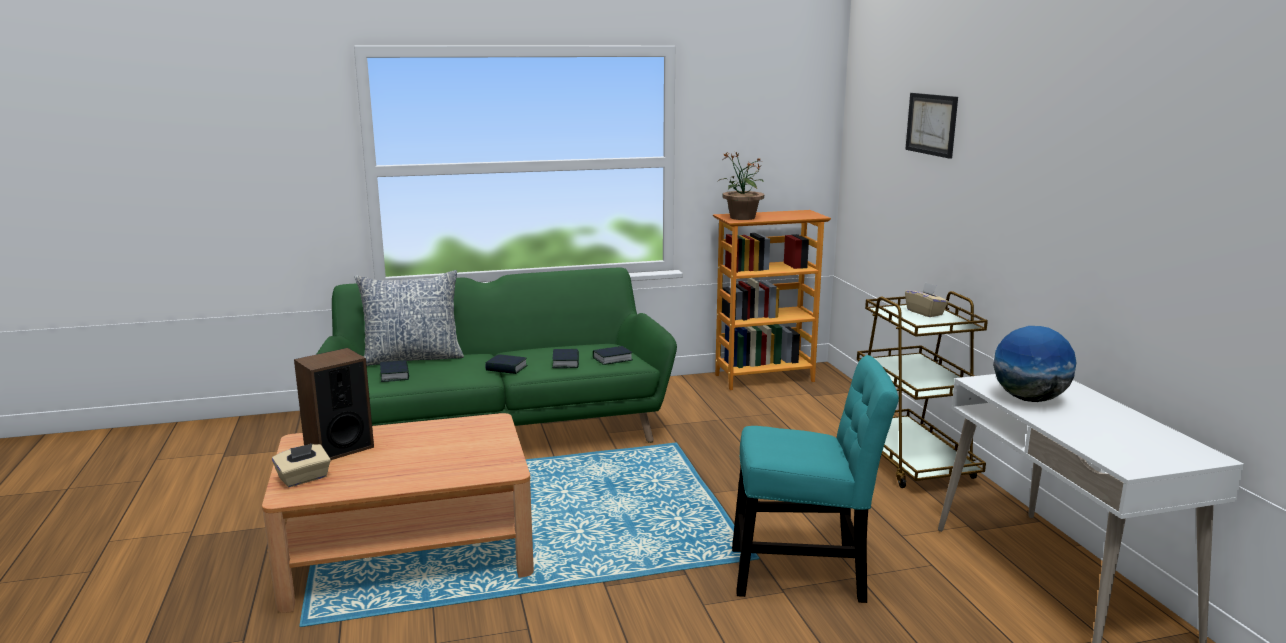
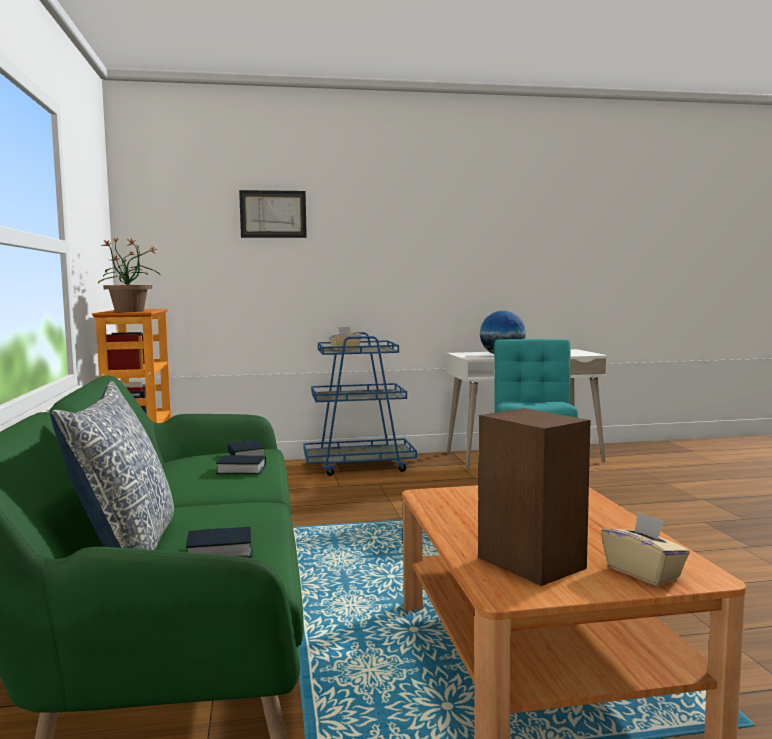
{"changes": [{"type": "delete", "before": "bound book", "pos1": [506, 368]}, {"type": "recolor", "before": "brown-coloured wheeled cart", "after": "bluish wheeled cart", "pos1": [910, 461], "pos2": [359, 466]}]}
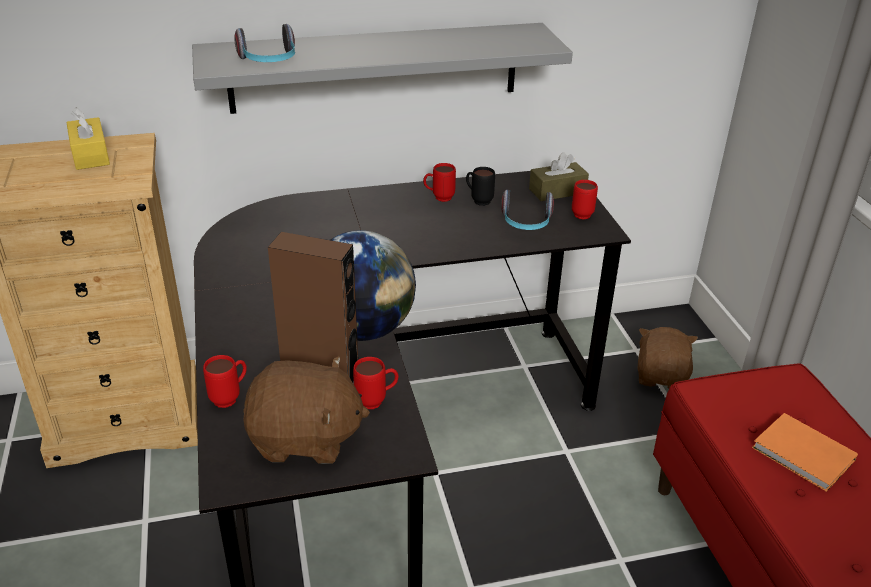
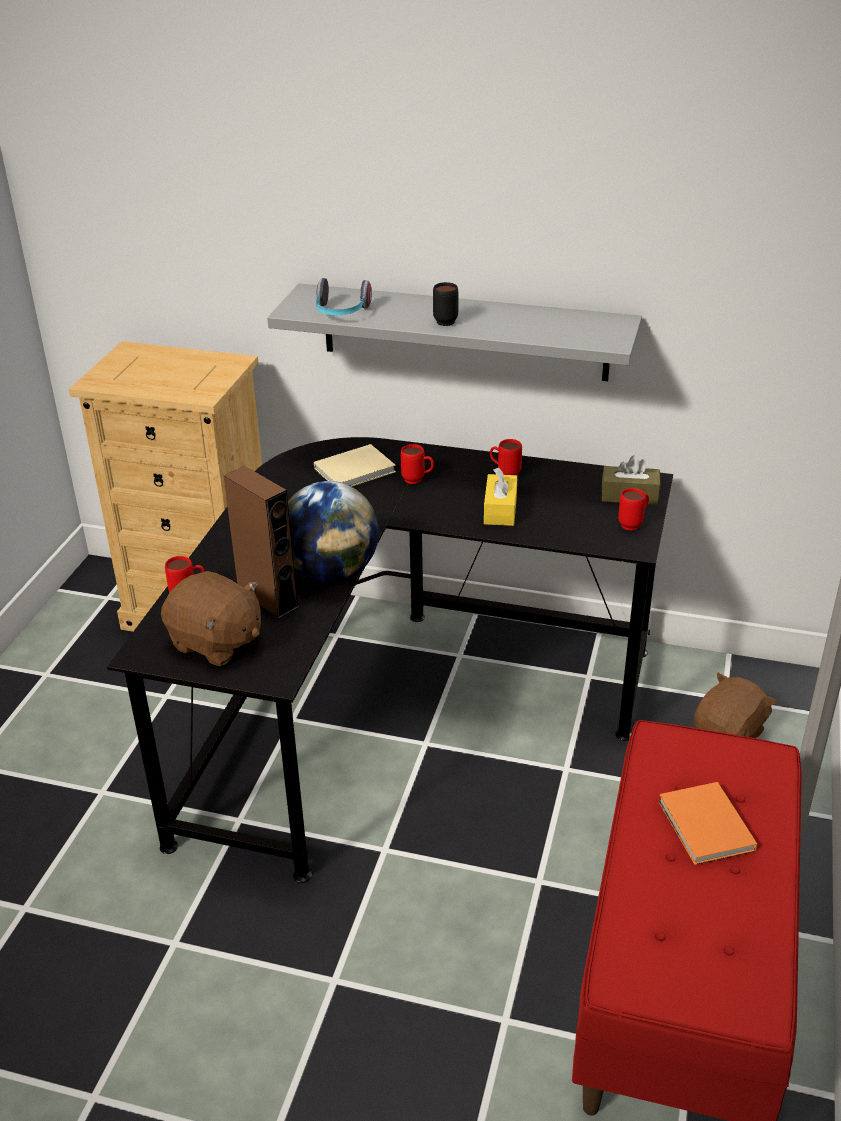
{"changes": [{"type": "move", "before": "yellow-coloured box of tissues", "pos1": [90, 154], "pos2": [500, 510]}, {"type": "move", "before": "red-coloured tea mug", "pos1": [377, 401], "pos2": [417, 480]}, {"type": "move", "before": "black tea mug", "pos1": [478, 200], "pos2": [443, 320]}, {"type": "delete", "before": "headset", "pos1": [526, 223]}, {"type": "insert", "after": "beige-coloured bound book", "pos2": [357, 470]}]}
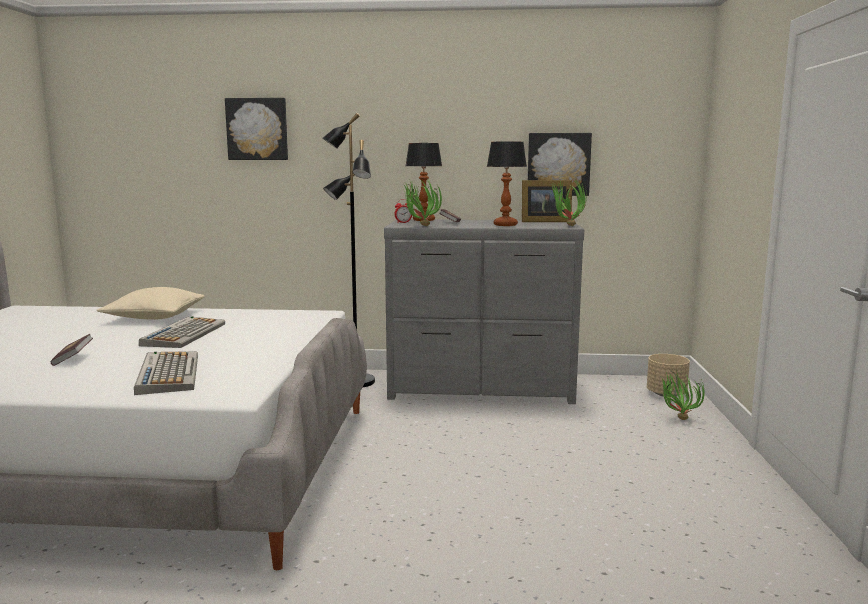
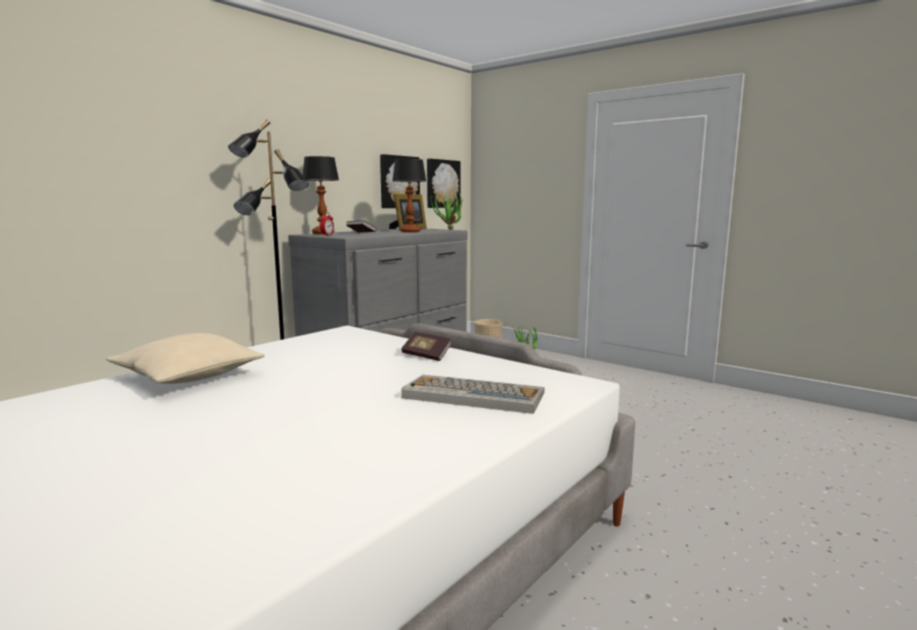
{"changes": [{"type": "move", "before": "bound book", "pos1": [73, 359], "pos2": [426, 355]}, {"type": "delete", "before": "PC keyboard", "pos1": [184, 334]}, {"type": "move", "before": "picture", "pos1": [257, 129], "pos2": [442, 184]}, {"type": "delete", "before": "plant in a pot", "pos1": [419, 226]}]}
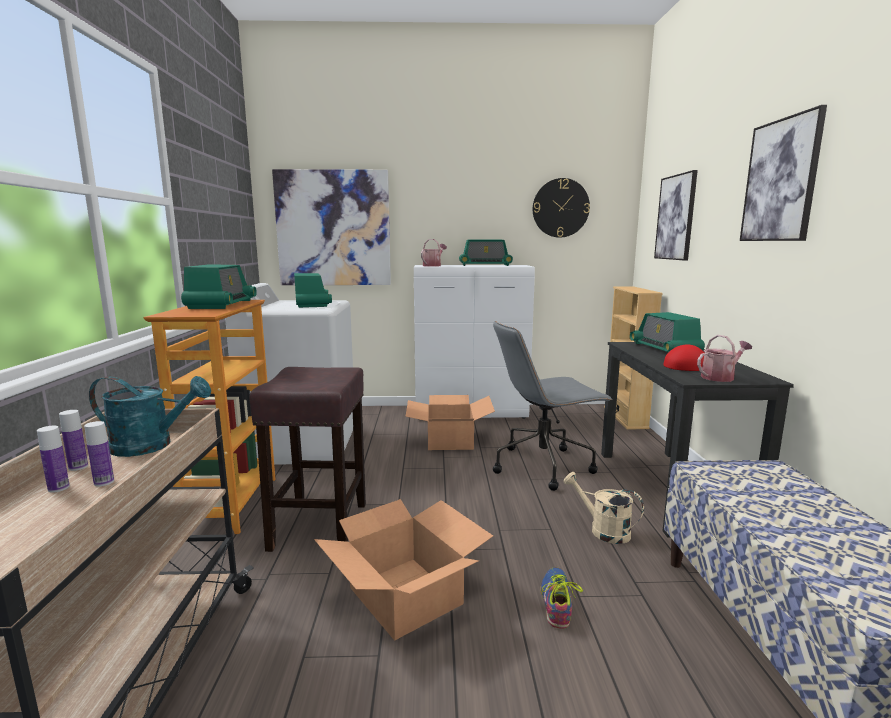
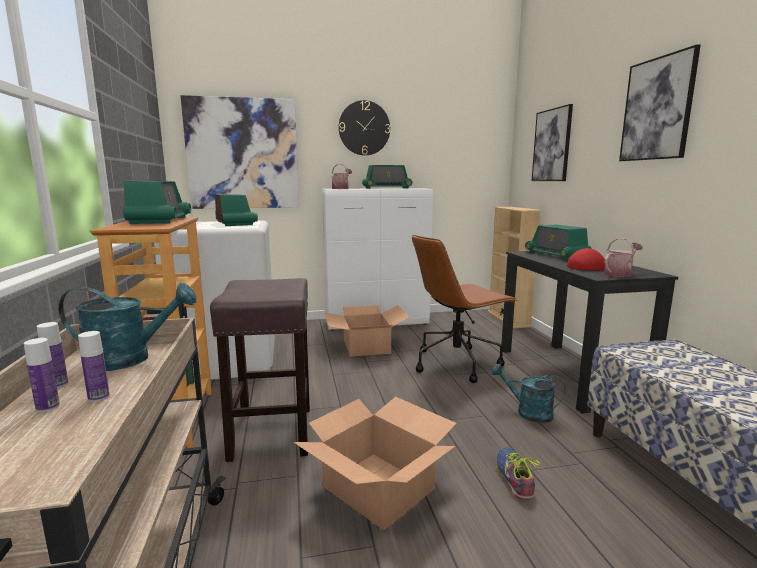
{"changes": [{"type": "recolor", "before": "greyish office chair", "after": "brown-coloured office chair", "pos1": [544, 465], "pos2": [457, 363]}, {"type": "move", "before": "hanging clock", "pos1": [560, 208], "pos2": [364, 128]}, {"type": "recolor", "before": "beige-coloured sprinkling can", "after": "turquoise sprinkling can", "pos1": [603, 530], "pos2": [528, 412]}]}
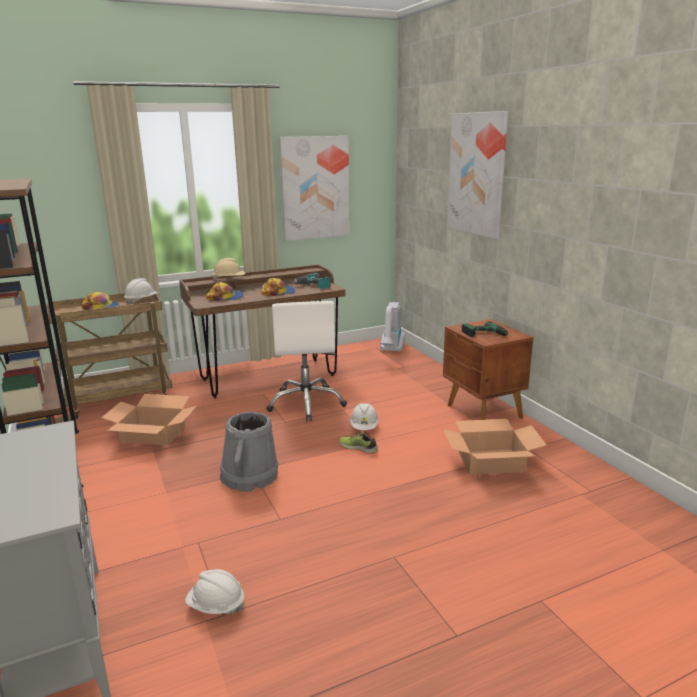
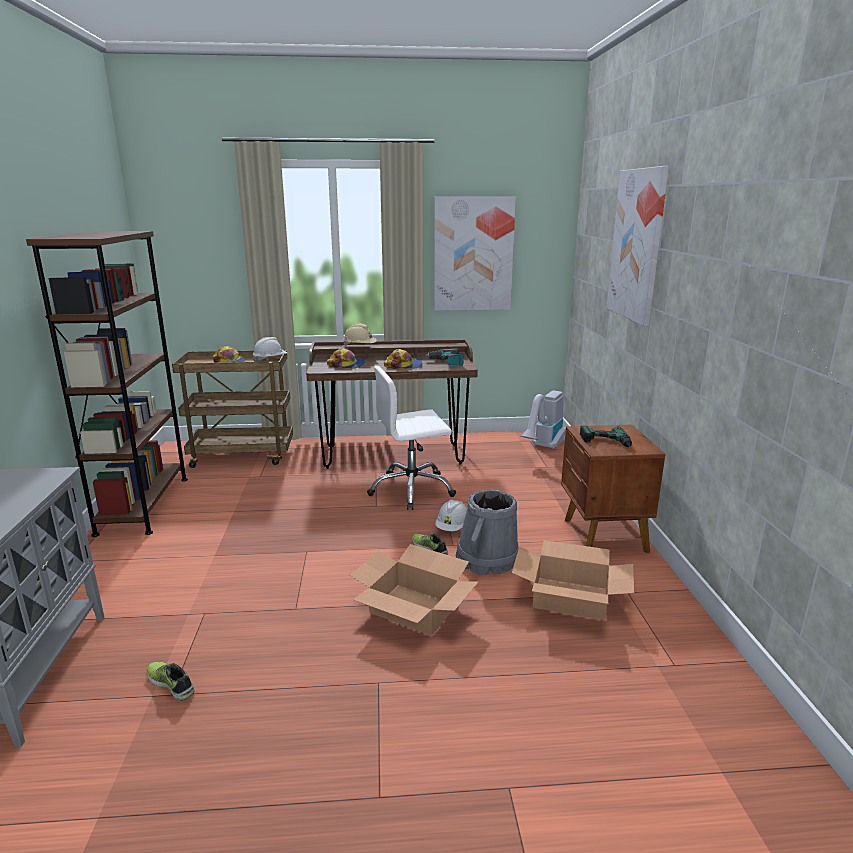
{"changes": [{"type": "move", "before": "cardboard box", "pos1": [153, 434], "pos2": [413, 609]}, {"type": "replace", "before": "white-coloured hard hat", "after": "shoe", "pos1": [216, 606], "pos2": [172, 684]}, {"type": "move", "before": "greyish water bucket", "pos1": [250, 476], "pos2": [487, 559]}, {"type": "rotate", "before": "white-coloured office chair", "pos1": [306, 403], "pos2": [411, 489], "turn": 60}]}
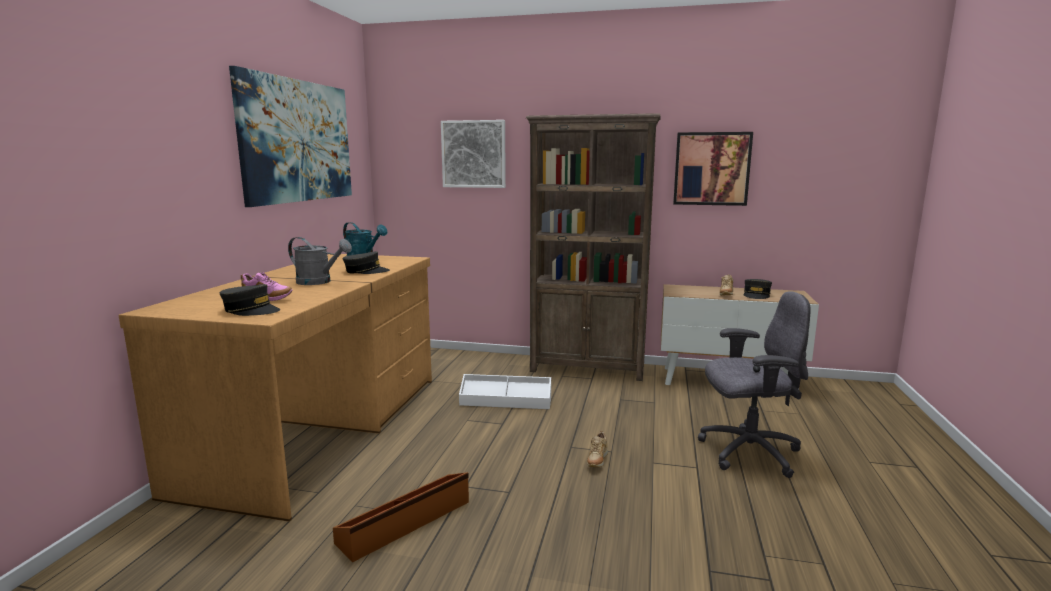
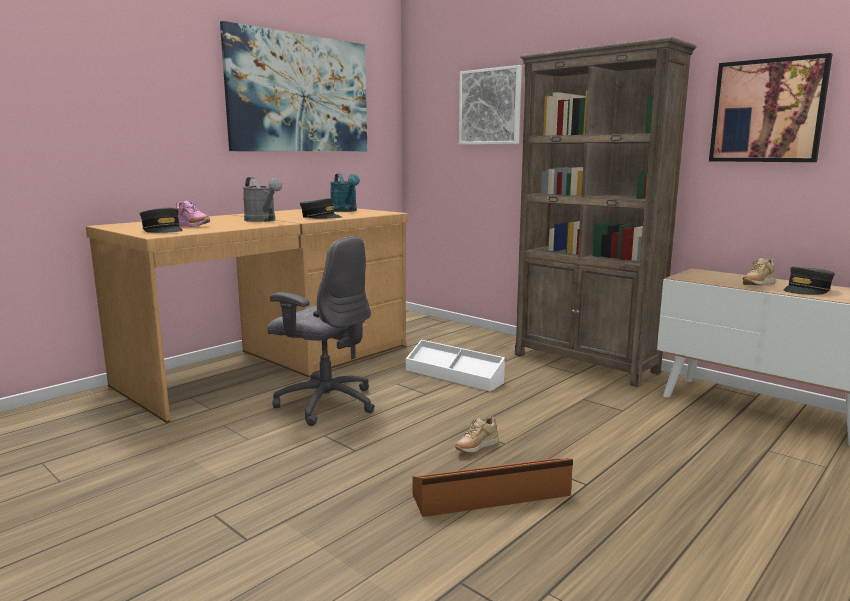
{"changes": [{"type": "move", "before": "brown-coloured storage bin", "pos1": [406, 522], "pos2": [492, 496]}, {"type": "move", "before": "greyish office chair", "pos1": [747, 452], "pos2": [326, 403]}]}
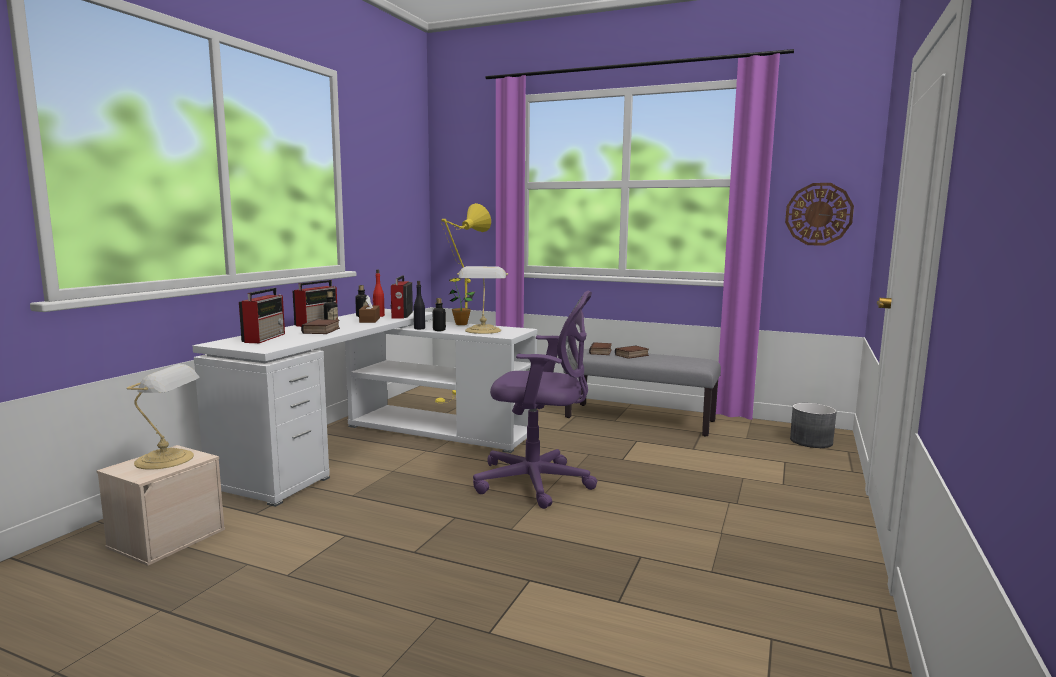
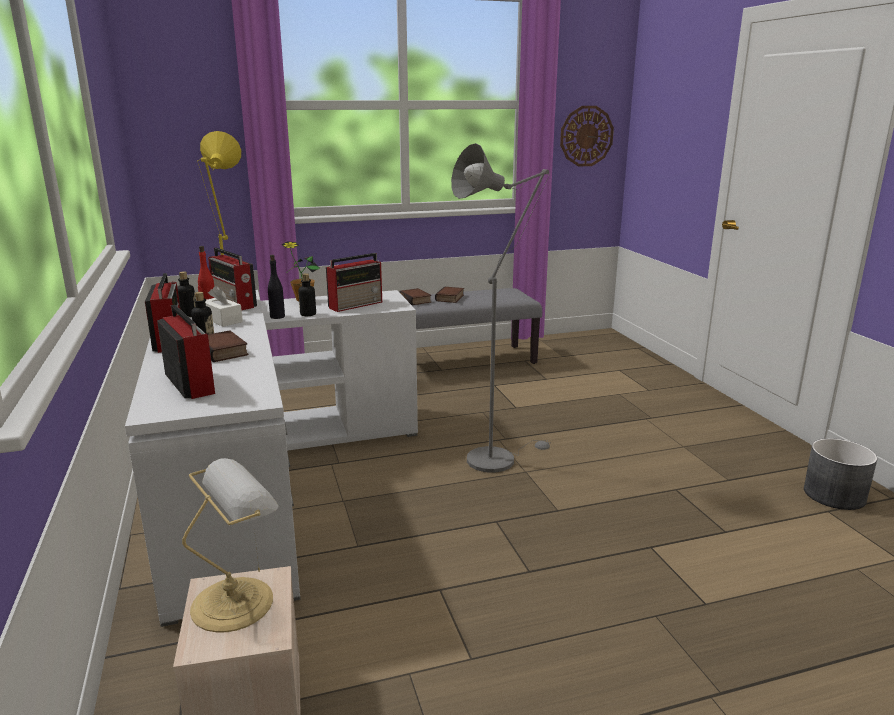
{"changes": [{"type": "recolor", "before": "brown-coloured box of tissues", "after": "white-coloured box of tissues", "pos1": [369, 320], "pos2": [222, 320]}, {"type": "replace", "before": "lamp for a table", "after": "radio receiver", "pos1": [483, 331], "pos2": [356, 304]}, {"type": "replace", "before": "purple office chair", "after": "greyish floor lamp", "pos1": [538, 483], "pos2": [497, 457]}, {"type": "move", "before": "greyish plant pot", "pos1": [811, 441], "pos2": [834, 494]}]}
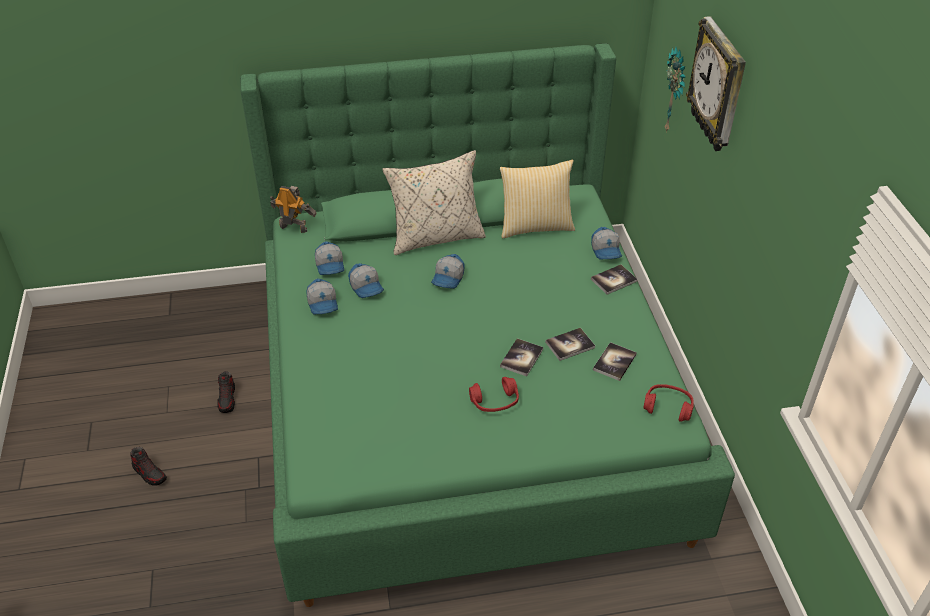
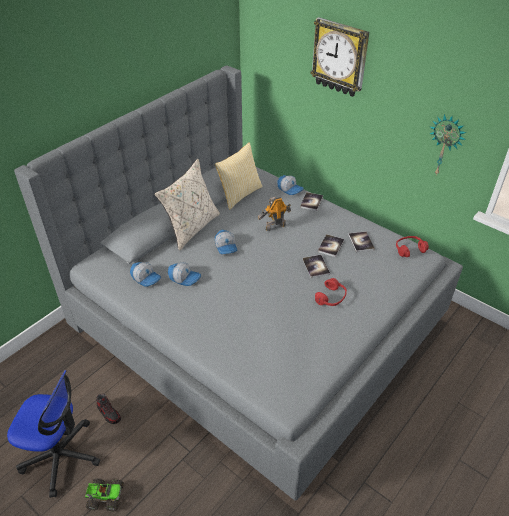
{"changes": [{"type": "replace", "before": "shoe", "after": "model truck", "pos1": [149, 473], "pos2": [105, 497]}, {"type": "recolor", "before": "green-coloured bed", "after": "greyish bed", "pos1": [466, 400], "pos2": [255, 321]}, {"type": "move", "before": "robot figure", "pos1": [294, 227], "pos2": [274, 226]}, {"type": "delete", "before": "peaked cap", "pos1": [323, 303]}, {"type": "move", "before": "hanging clock", "pos1": [676, 91], "pos2": [445, 145]}, {"type": "insert", "after": "office chair", "pos2": [61, 456]}]}
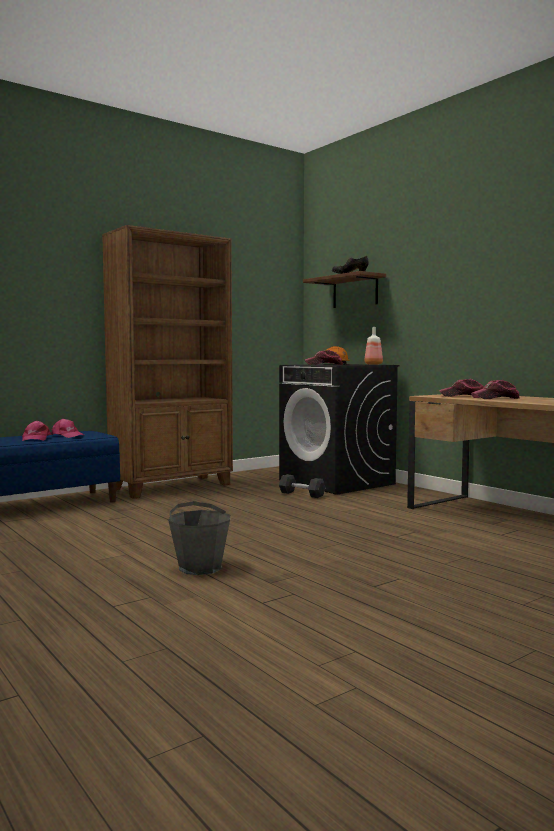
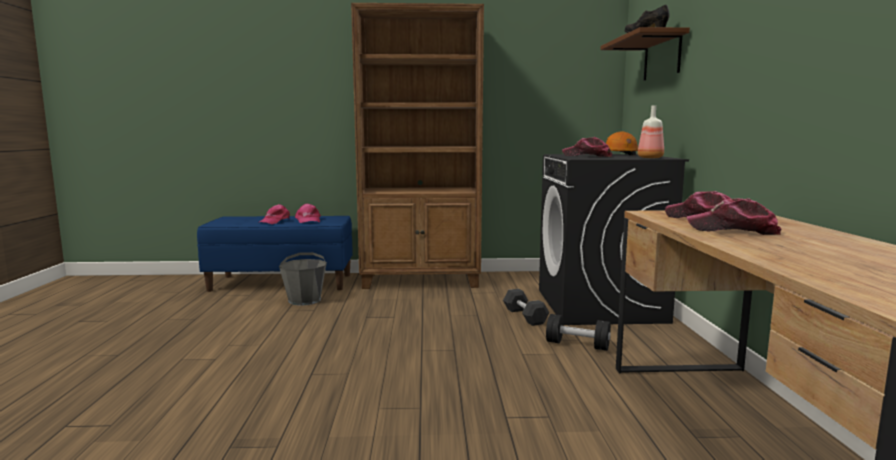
{"changes": [{"type": "move", "before": "greyish water bucket", "pos1": [200, 567], "pos2": [305, 300]}, {"type": "insert", "after": "black dumbbell", "pos2": [577, 345]}]}
